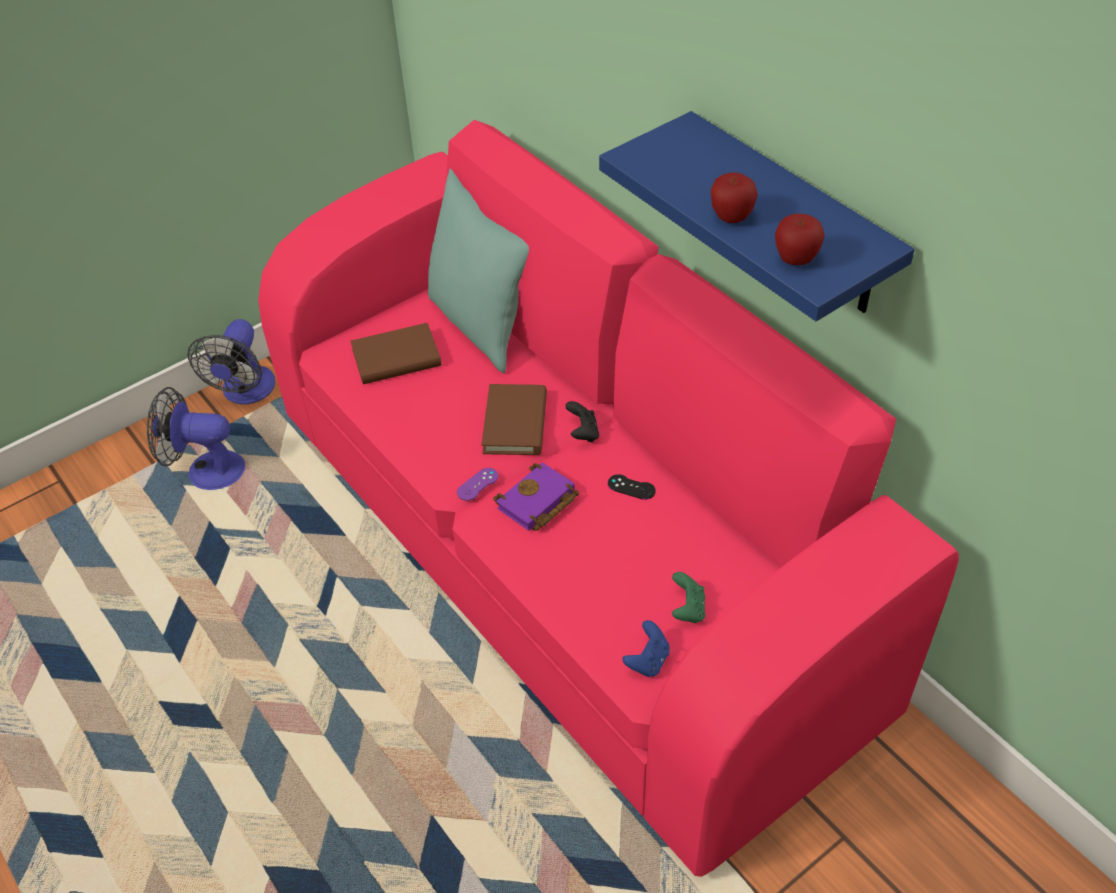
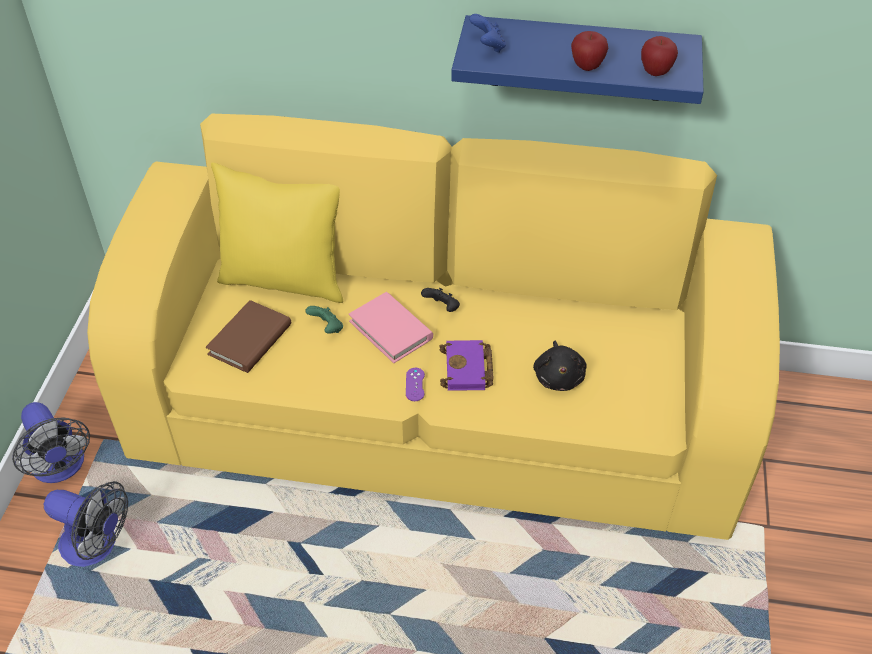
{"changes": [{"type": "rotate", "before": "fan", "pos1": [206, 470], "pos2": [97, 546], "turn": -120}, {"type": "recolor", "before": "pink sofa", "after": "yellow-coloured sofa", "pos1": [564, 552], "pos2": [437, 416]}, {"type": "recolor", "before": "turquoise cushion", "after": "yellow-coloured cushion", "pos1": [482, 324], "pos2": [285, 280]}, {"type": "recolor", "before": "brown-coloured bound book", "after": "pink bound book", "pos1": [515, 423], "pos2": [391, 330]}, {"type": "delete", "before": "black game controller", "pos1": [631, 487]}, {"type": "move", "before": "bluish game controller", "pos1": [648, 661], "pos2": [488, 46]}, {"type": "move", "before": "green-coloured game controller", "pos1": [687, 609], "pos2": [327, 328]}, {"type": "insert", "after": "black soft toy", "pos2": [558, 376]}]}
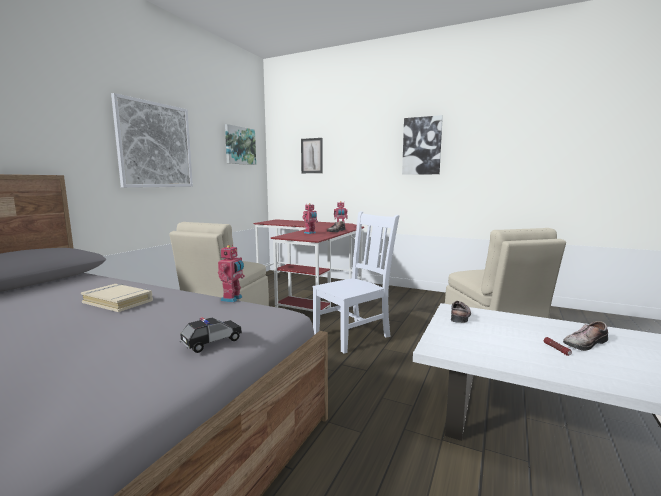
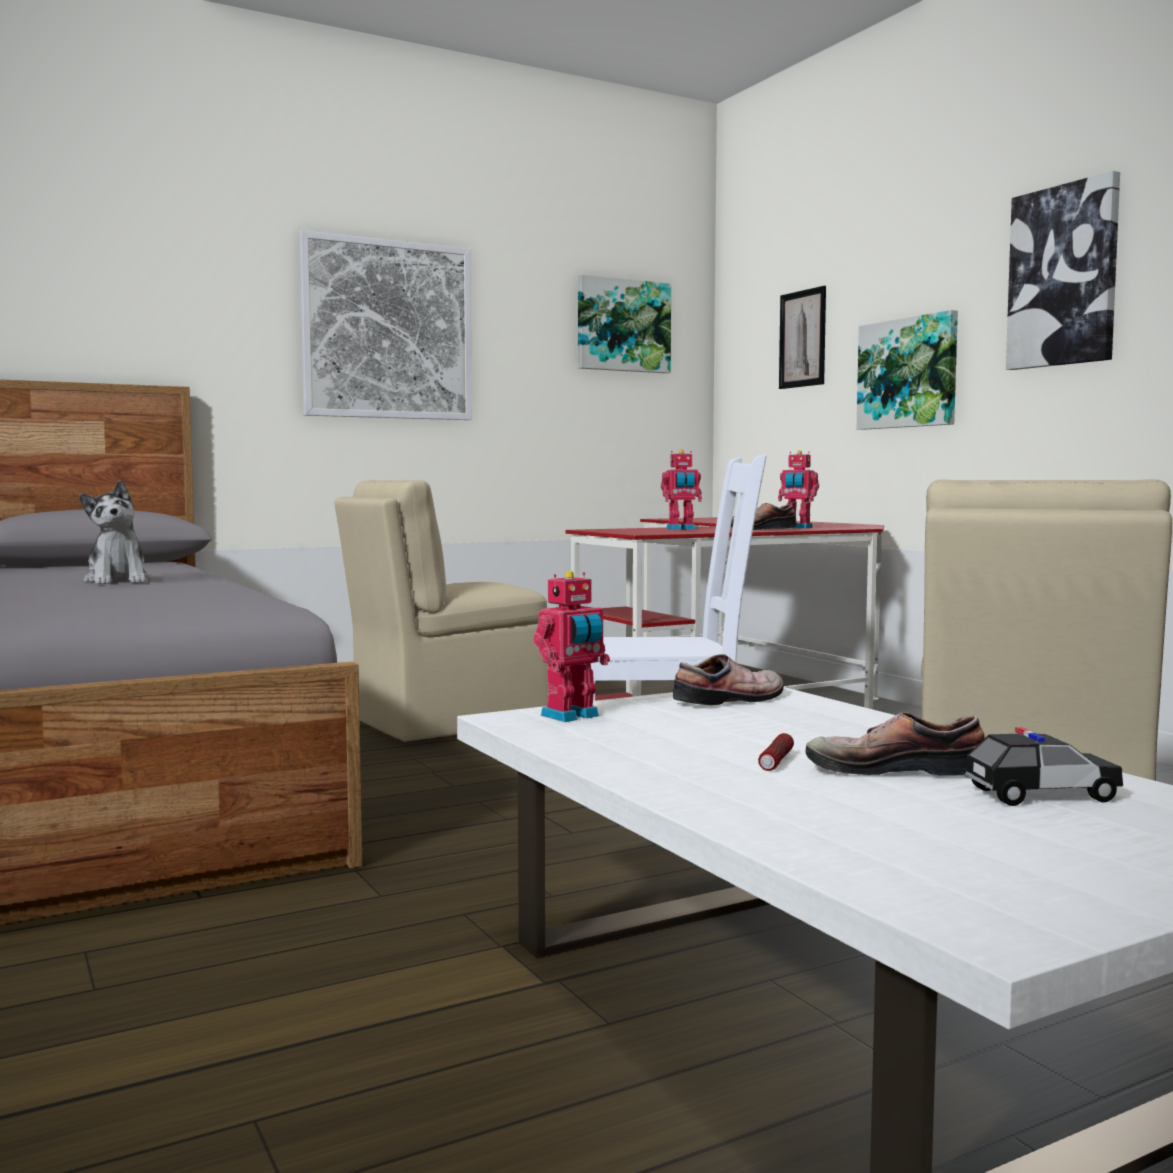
{"changes": [{"type": "replace", "before": "beige-coloured bound book", "after": "soft toy", "pos1": [118, 302], "pos2": [118, 581]}, {"type": "move", "before": "toy car", "pos1": [211, 342], "pos2": [1040, 795]}, {"type": "move", "before": "robot figure", "pos1": [233, 299], "pos2": [572, 716]}, {"type": "insert", "after": "picture", "pos2": [908, 373]}]}
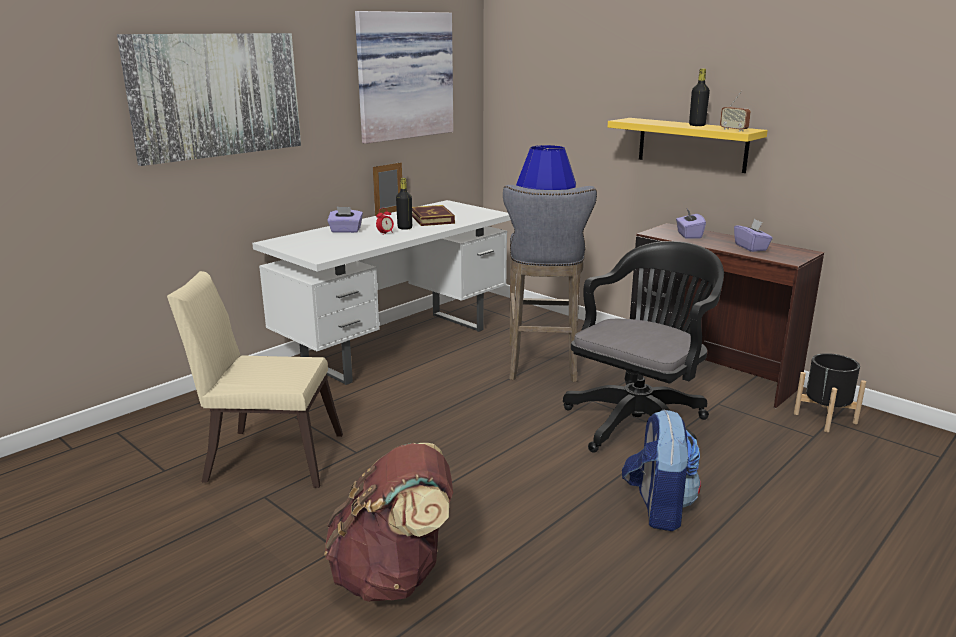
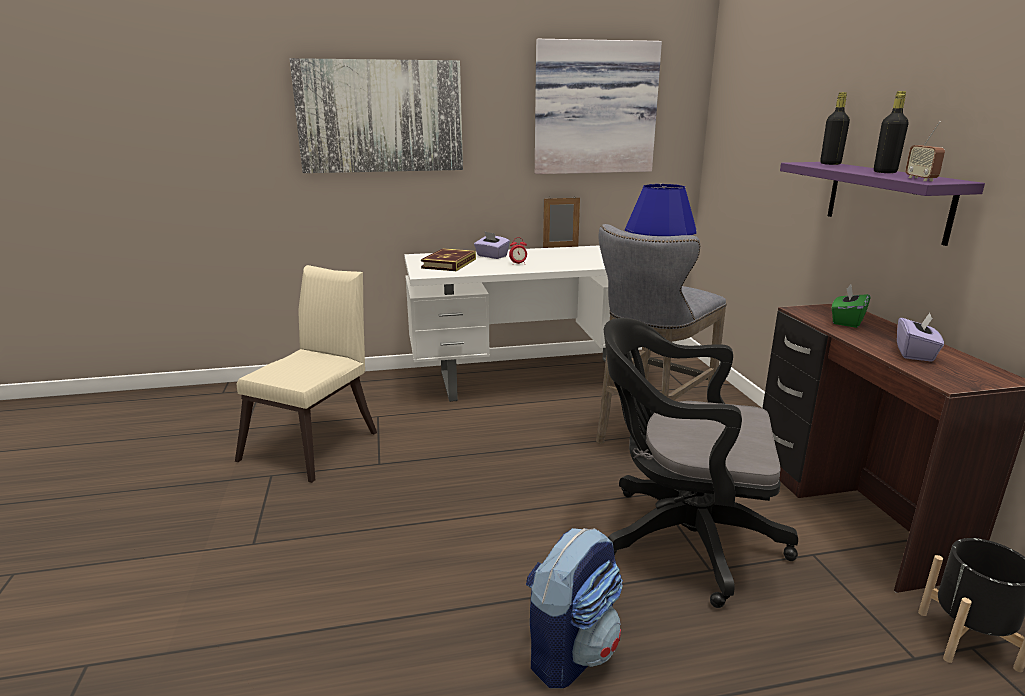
{"changes": [{"type": "rotate", "before": "beige-coloured plain chair", "pos1": [267, 456], "pos2": [317, 442], "turn": 75}, {"type": "delete", "before": "brown-coloured rucksack", "pos1": [394, 575]}, {"type": "move", "before": "black bottle", "pos1": [405, 228], "pos2": [830, 164]}, {"type": "move", "before": "bound book", "pos1": [432, 219], "pos2": [449, 263]}, {"type": "rotate", "before": "black office chair", "pos1": [640, 421], "pos2": [680, 537], "turn": -150}, {"type": "recolor", "before": "yellow-coloured bracket shelf", "after": "purple bracket shelf", "pos1": [692, 144], "pos2": [887, 200]}, {"type": "recolor", "before": "purple box of tissues", "after": "green-coloured box of tissues", "pos1": [688, 235], "pos2": [847, 321]}]}
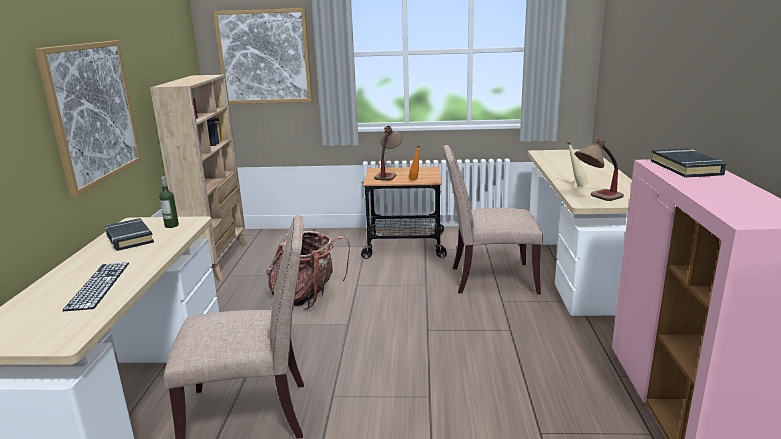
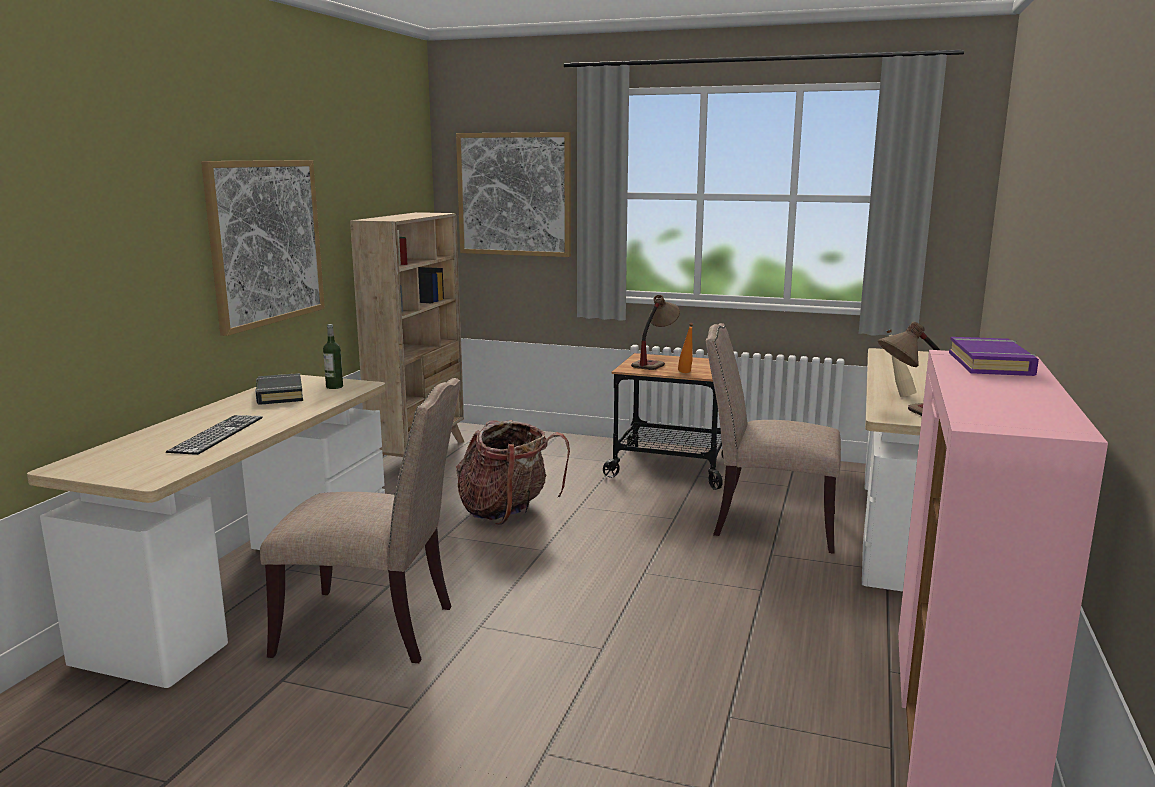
{"changes": [{"type": "recolor", "before": "black bound book", "after": "purple bound book", "pos1": [686, 168], "pos2": [990, 364]}]}
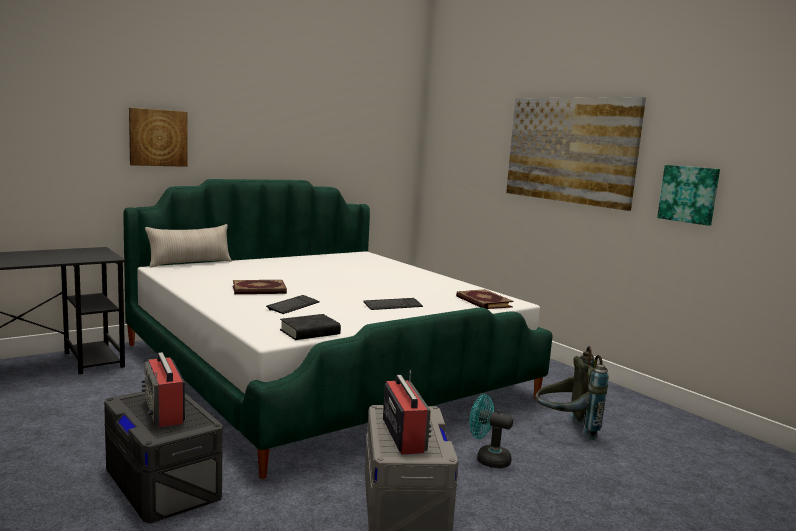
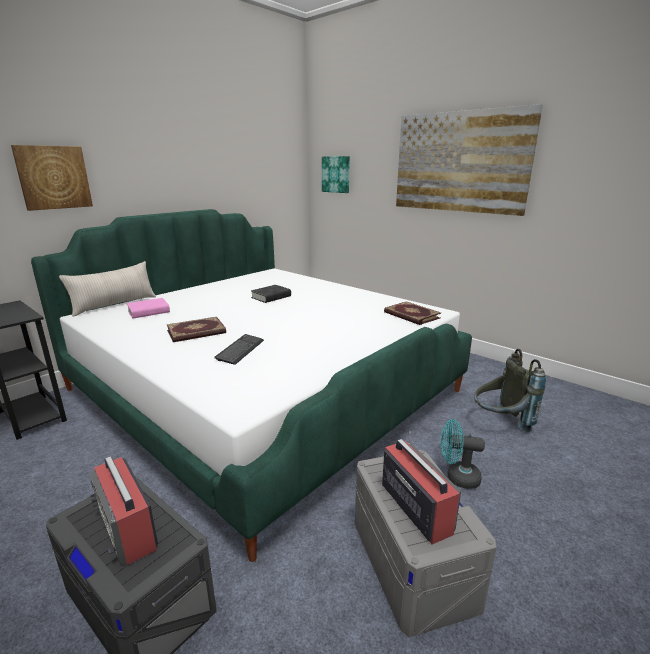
{"changes": [{"type": "move", "before": "black bound book", "pos1": [310, 332], "pos2": [271, 297]}, {"type": "delete", "before": "PC keyboard", "pos1": [392, 305]}, {"type": "move", "before": "picture", "pos1": [689, 194], "pos2": [336, 174]}, {"type": "insert", "after": "pink bound book", "pos2": [148, 312]}]}
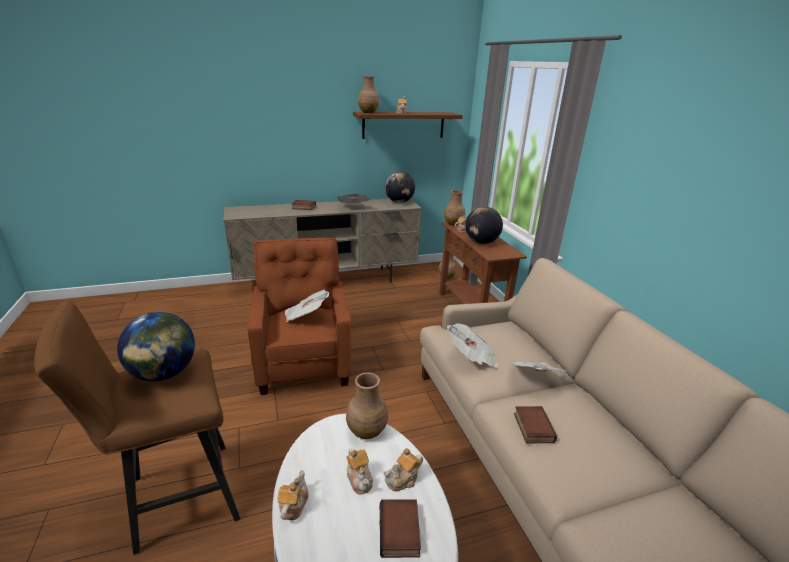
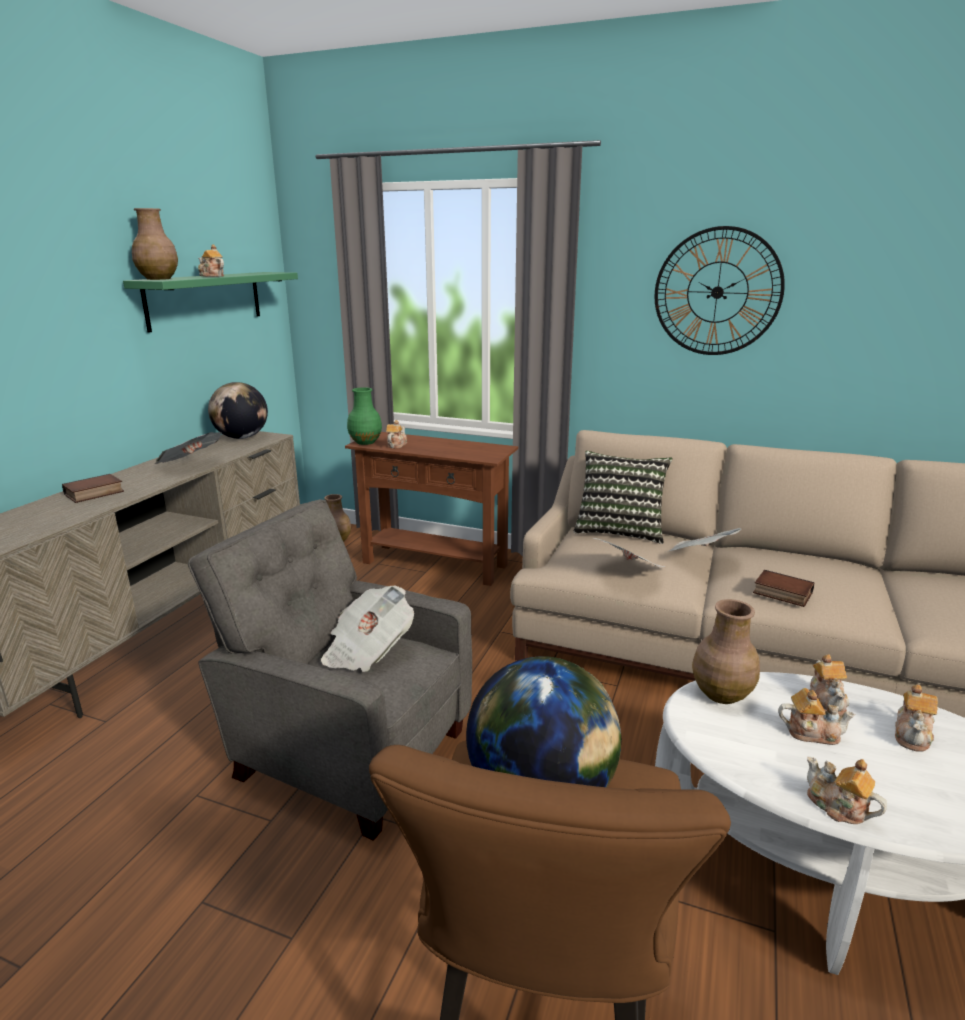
{"changes": [{"type": "recolor", "before": "brown-coloured armchair", "after": "greyish armchair", "pos1": [304, 361], "pos2": [348, 751]}, {"type": "recolor", "before": "brown-coloured bracket shelf", "after": "green-coloured bracket shelf", "pos1": [403, 125], "pos2": [205, 299]}, {"type": "replace", "before": "bound book", "after": "teapot", "pos1": [401, 532], "pos2": [912, 735]}, {"type": "recolor", "before": "brown-coloured flower vase", "after": "green-coloured flower vase", "pos1": [453, 224], "pos2": [366, 442]}, {"type": "delete", "before": "world globe", "pos1": [481, 242]}, {"type": "insert", "after": "cushion", "pos2": [619, 530]}, {"type": "insert", "after": "hanging clock", "pos2": [717, 292]}]}
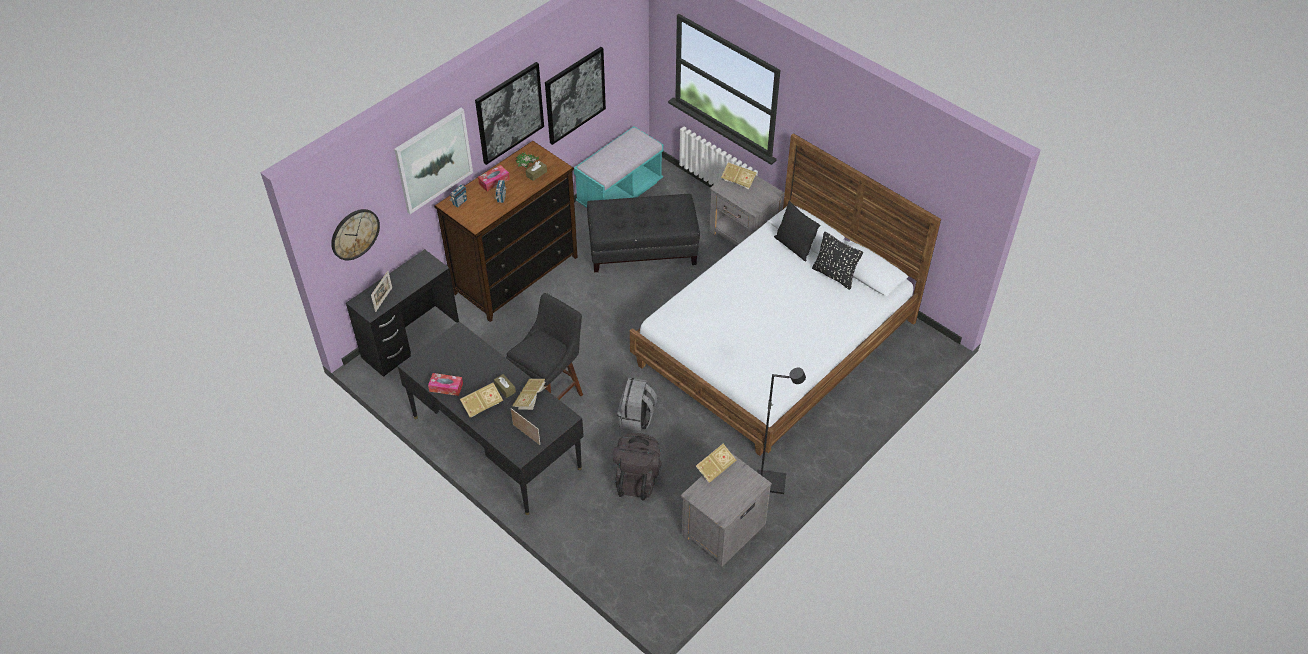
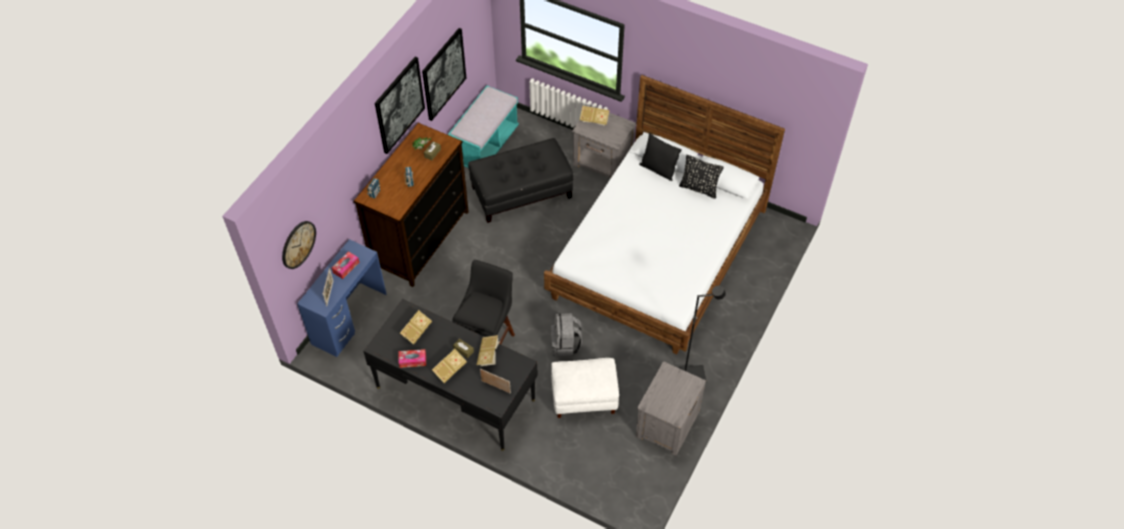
{"changes": [{"type": "recolor", "before": "black desk table", "after": "bluish desk table", "pos1": [410, 339], "pos2": [349, 318]}, {"type": "delete", "before": "picture", "pos1": [433, 160]}, {"type": "move", "before": "box of tissues", "pos1": [494, 181], "pos2": [346, 267]}, {"type": "replace", "before": "black rucksack", "after": "white-coloured pouffe", "pos1": [637, 478], "pos2": [584, 397]}, {"type": "move", "before": "bound book", "pos1": [714, 468], "pos2": [416, 331]}]}
